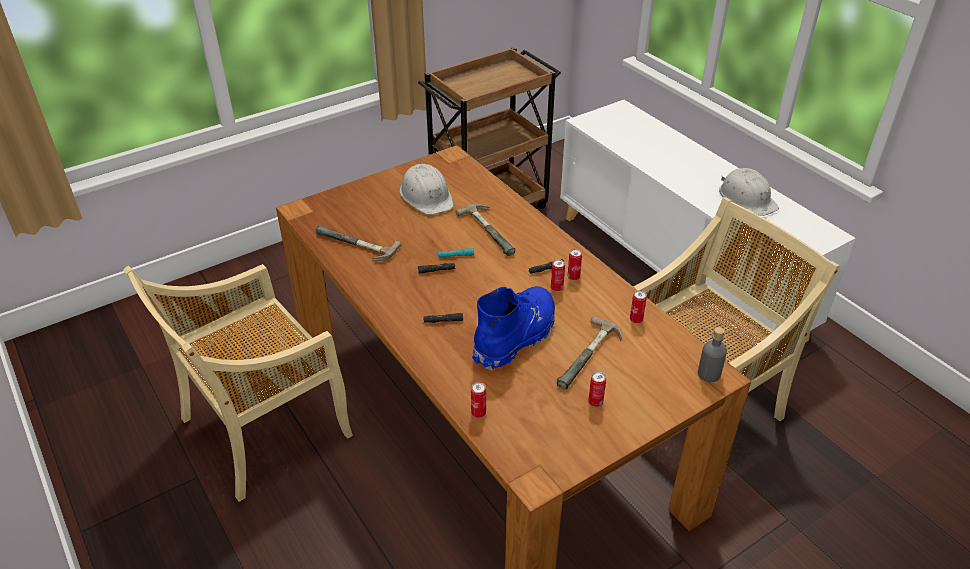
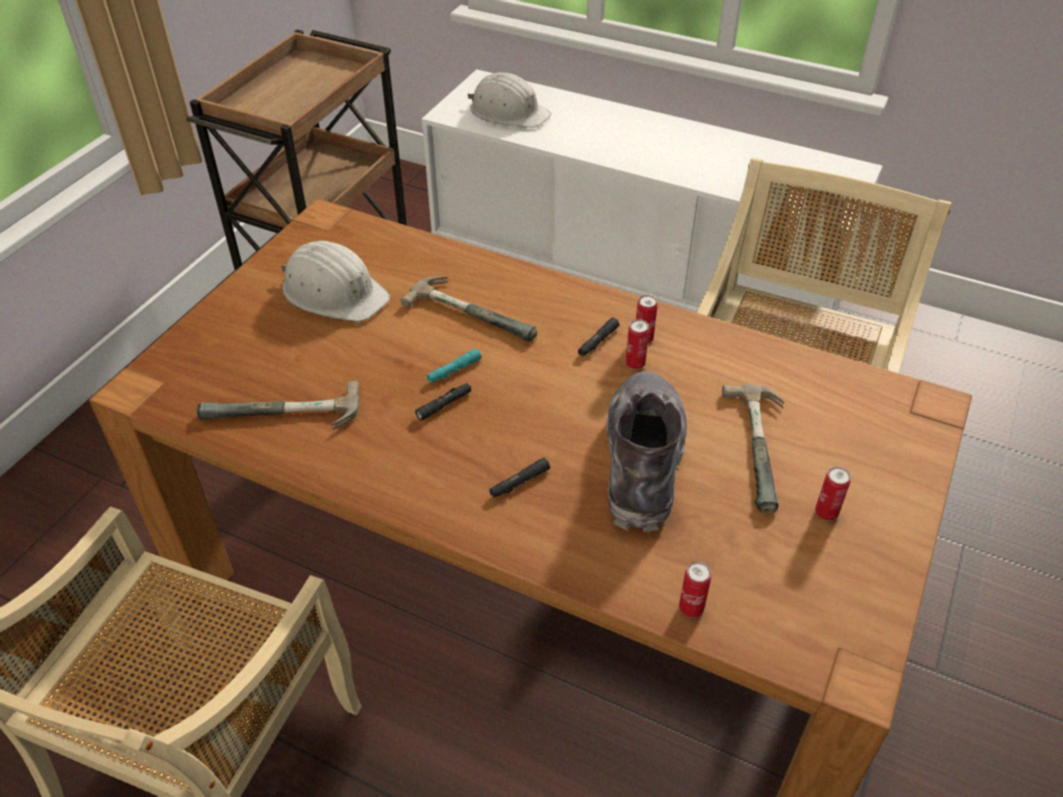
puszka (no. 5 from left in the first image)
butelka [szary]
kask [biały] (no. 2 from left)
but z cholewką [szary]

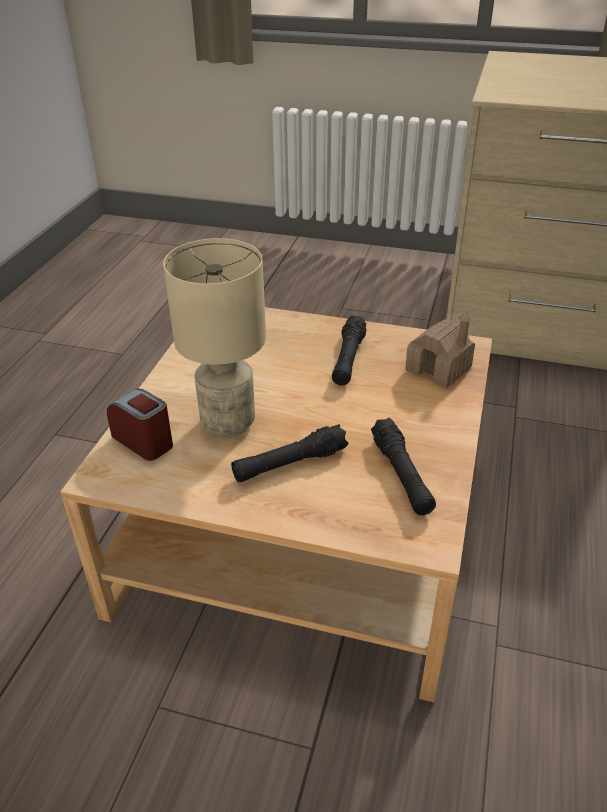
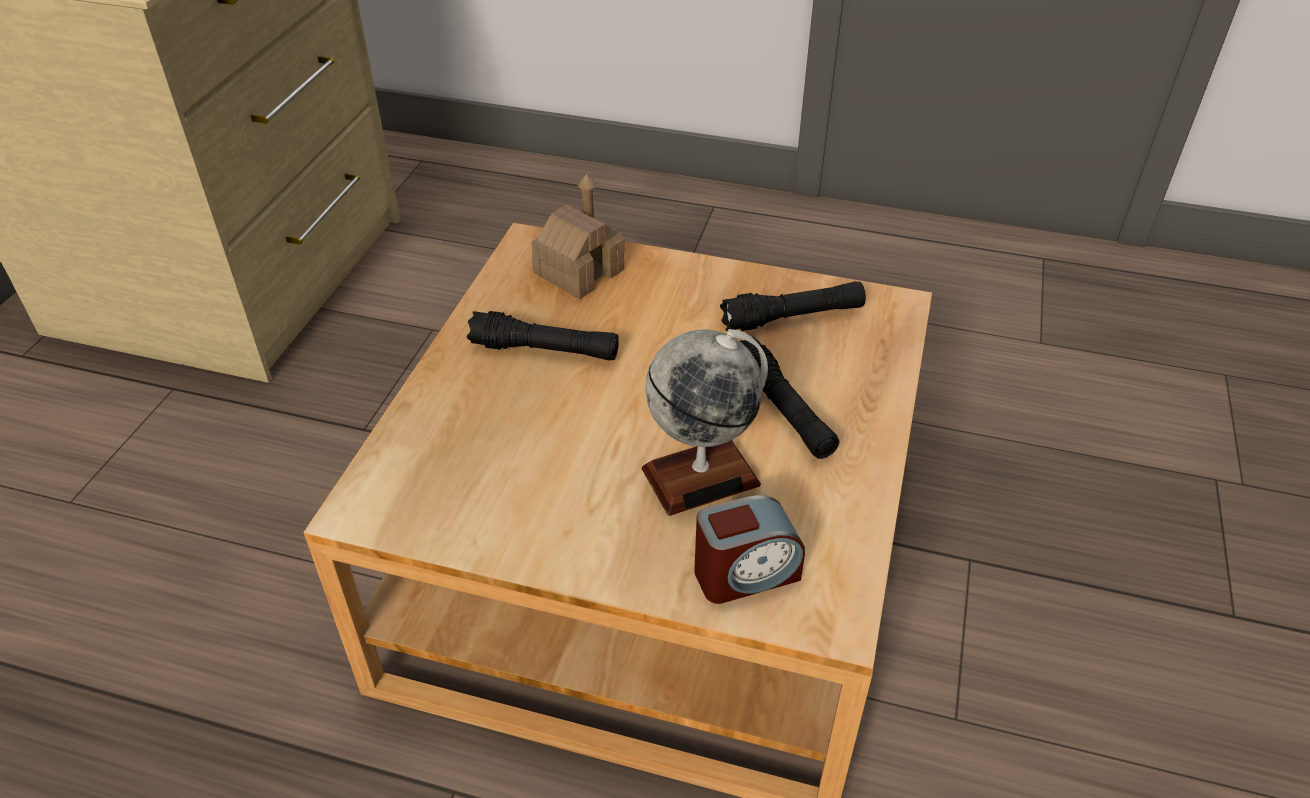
globus
budzik

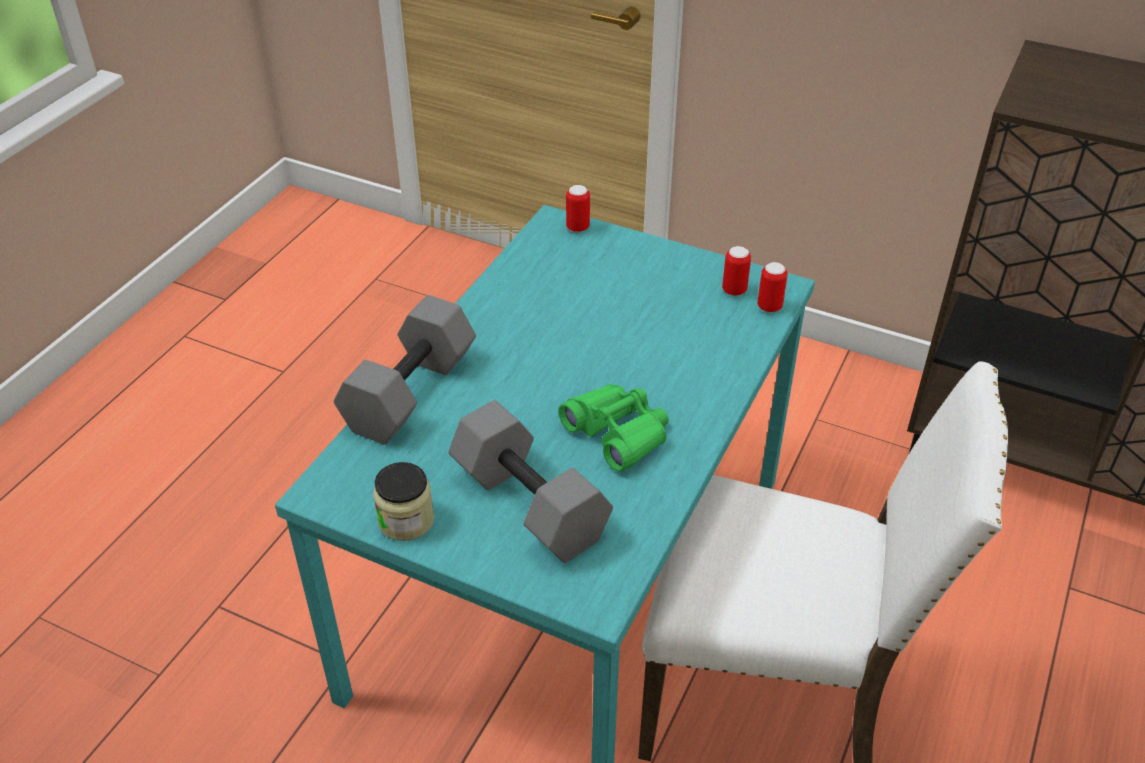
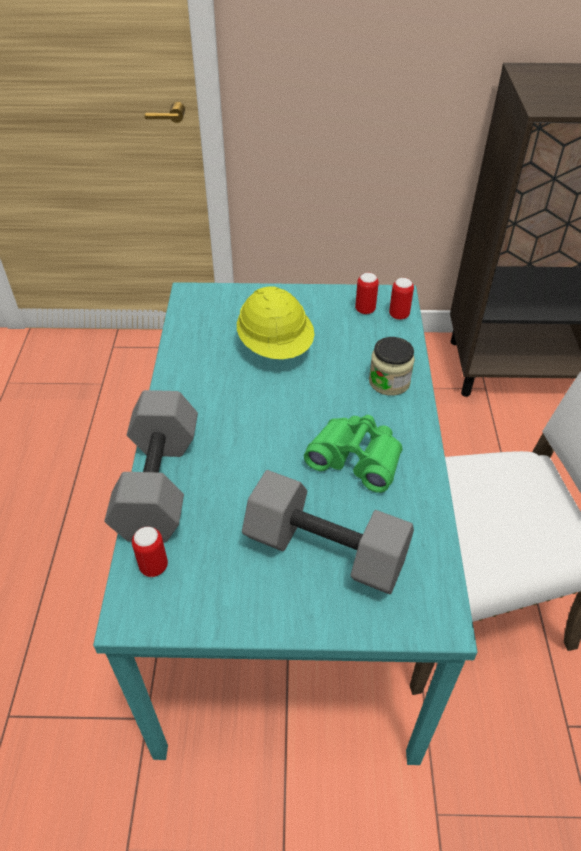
kask [żółty]
słoik
puszka (no. 1 from left)

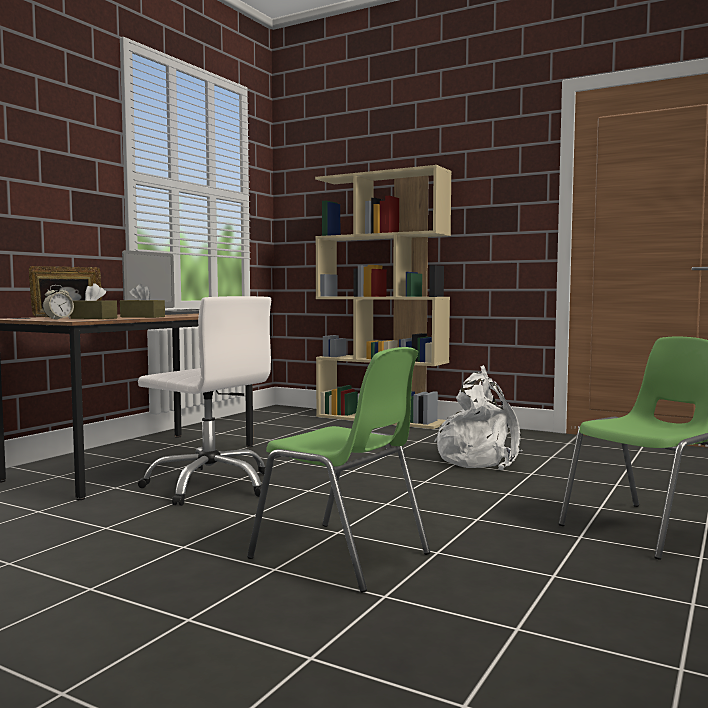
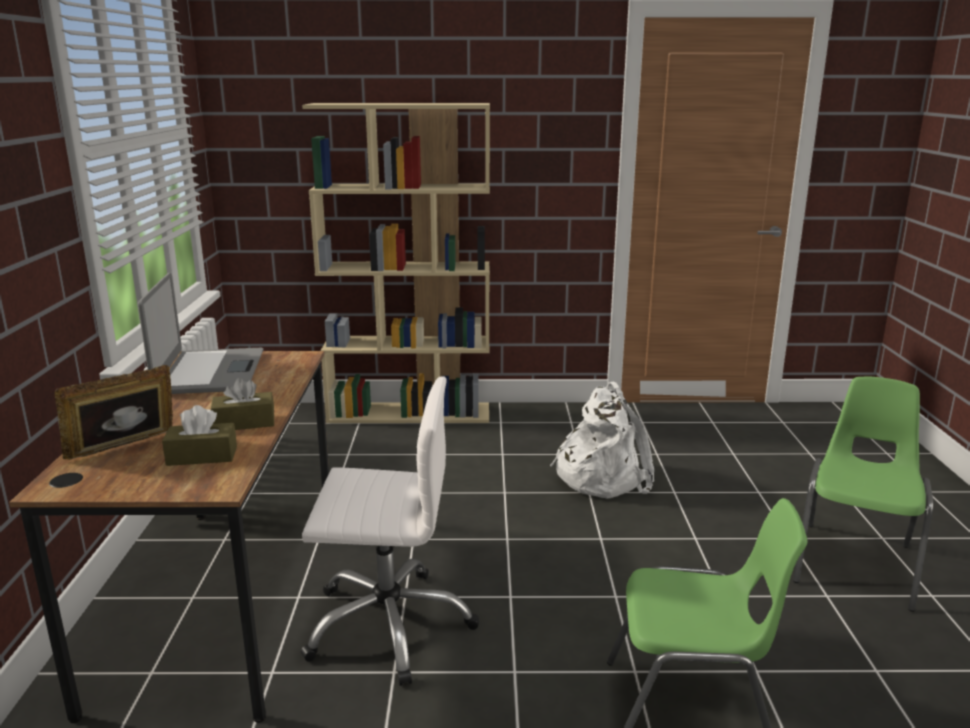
budzik

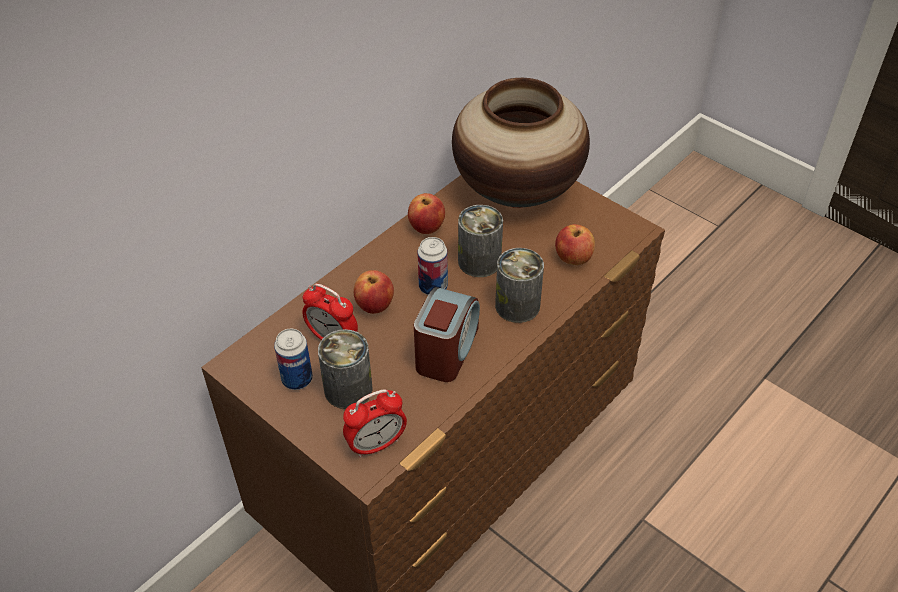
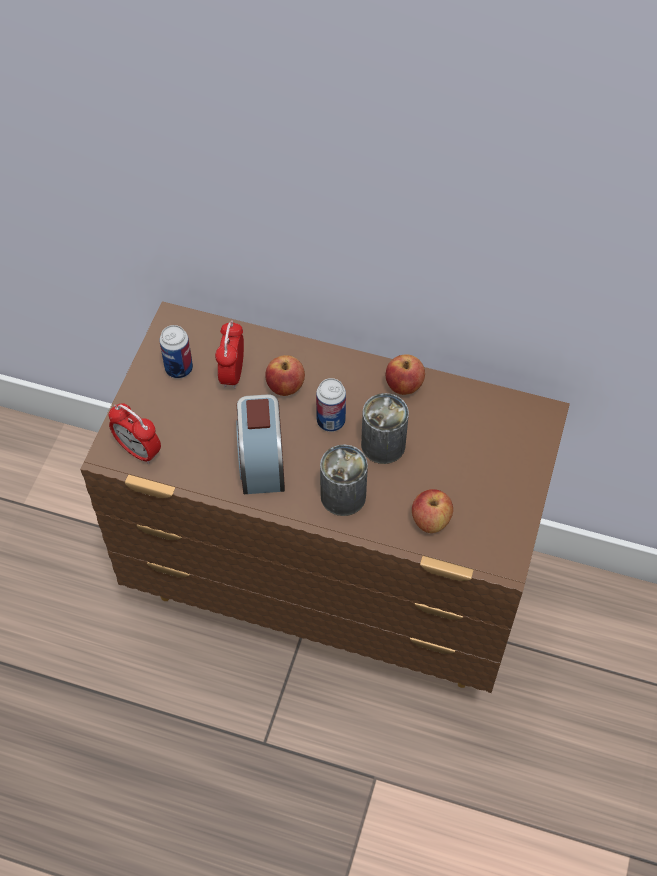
puszka (no. 2 from left in the first image)
wazon
budzik (no. 3 from left)

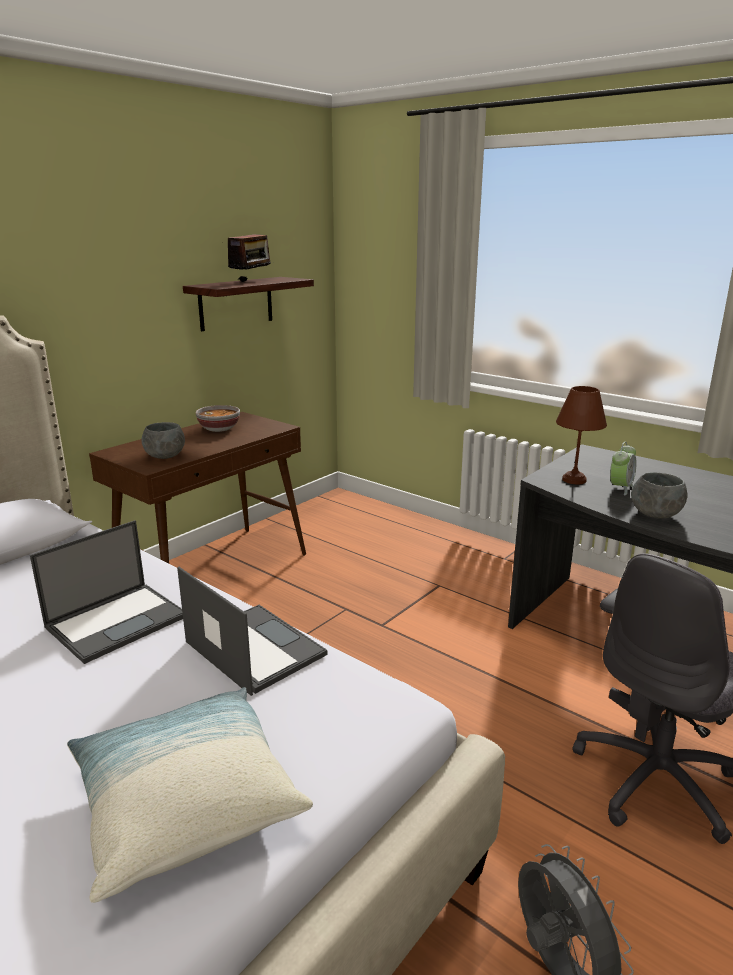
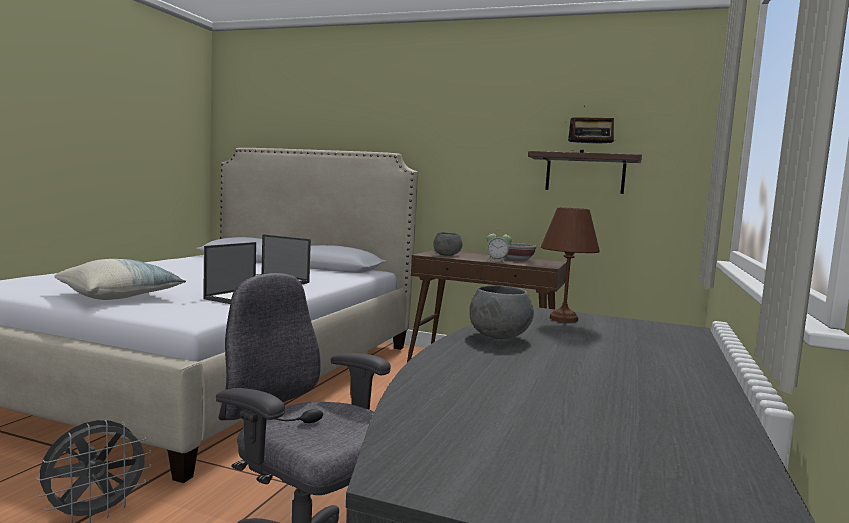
budzik

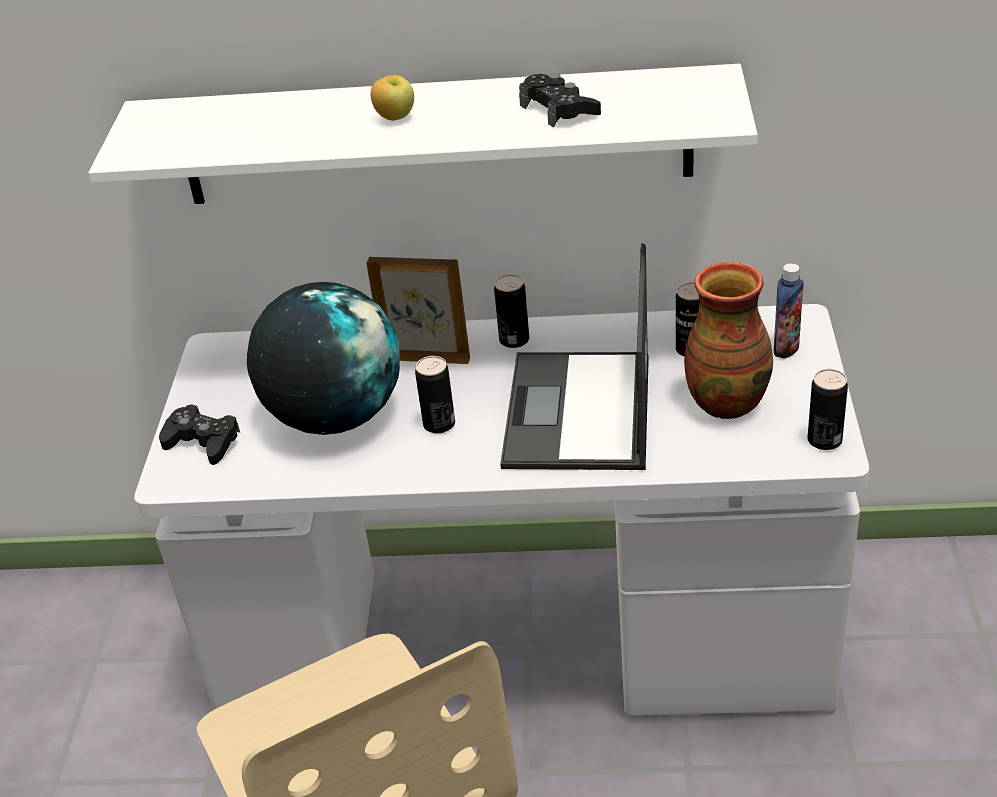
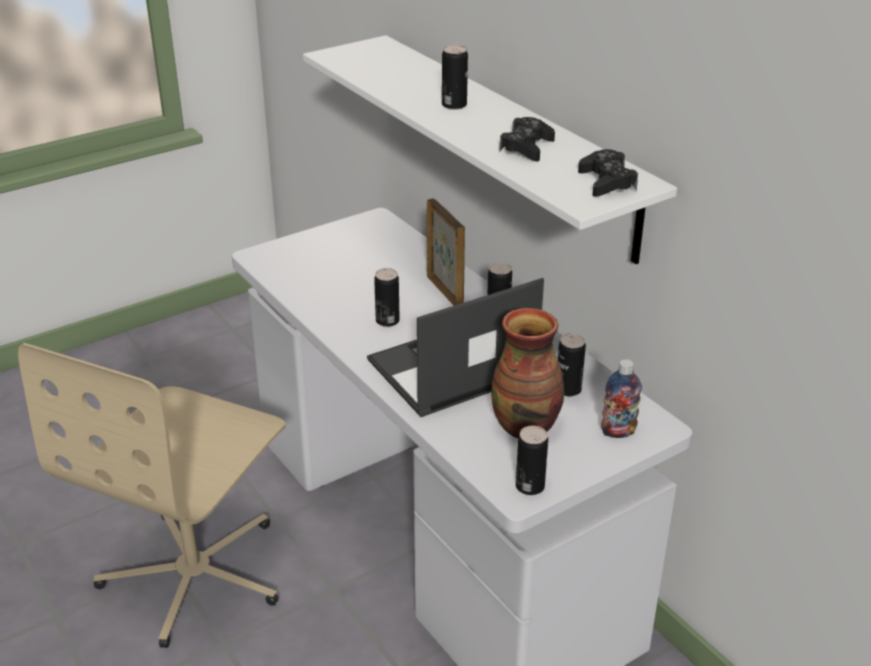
globus
pad do gier [czarny] (no. 2 from left)
puszka (no. 2 from left)

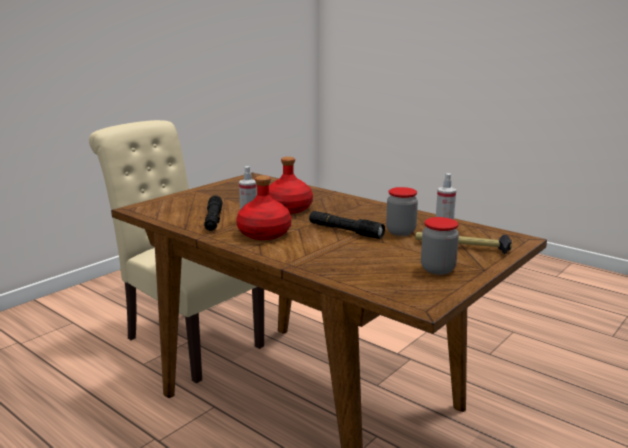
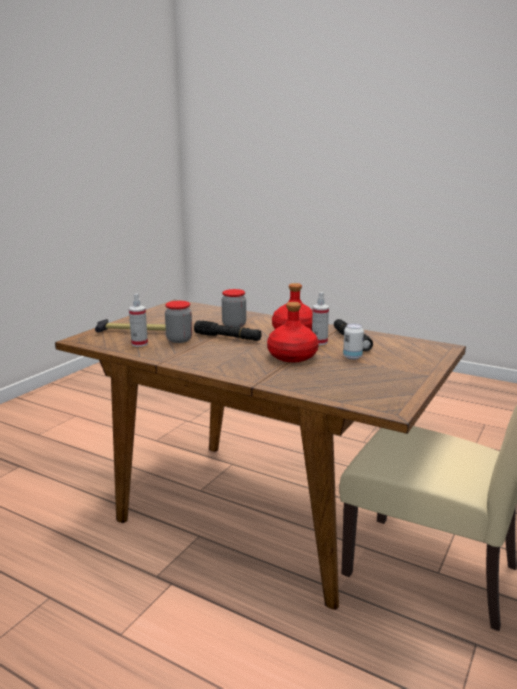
puszka
słoik (no. 2 from left)

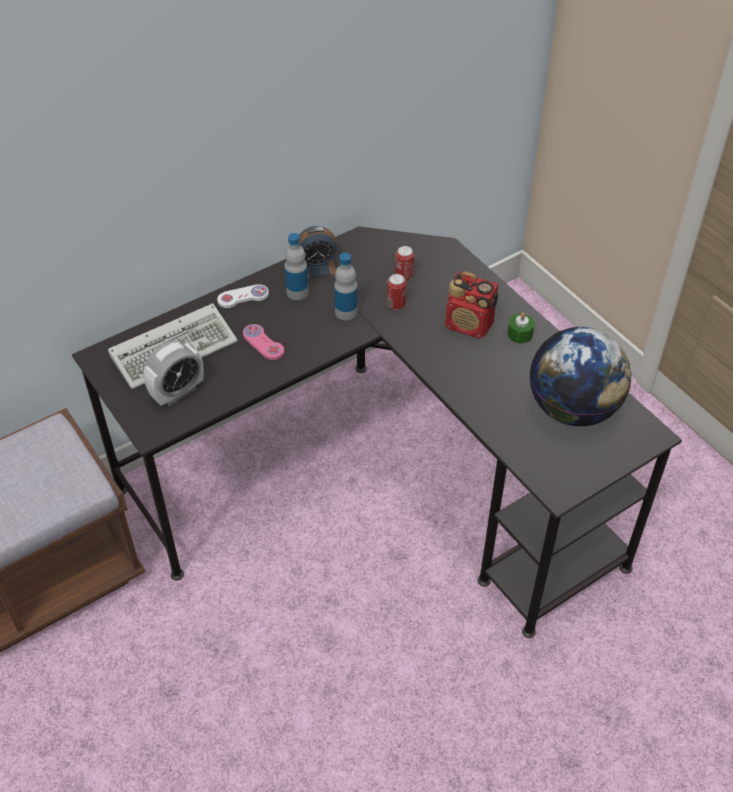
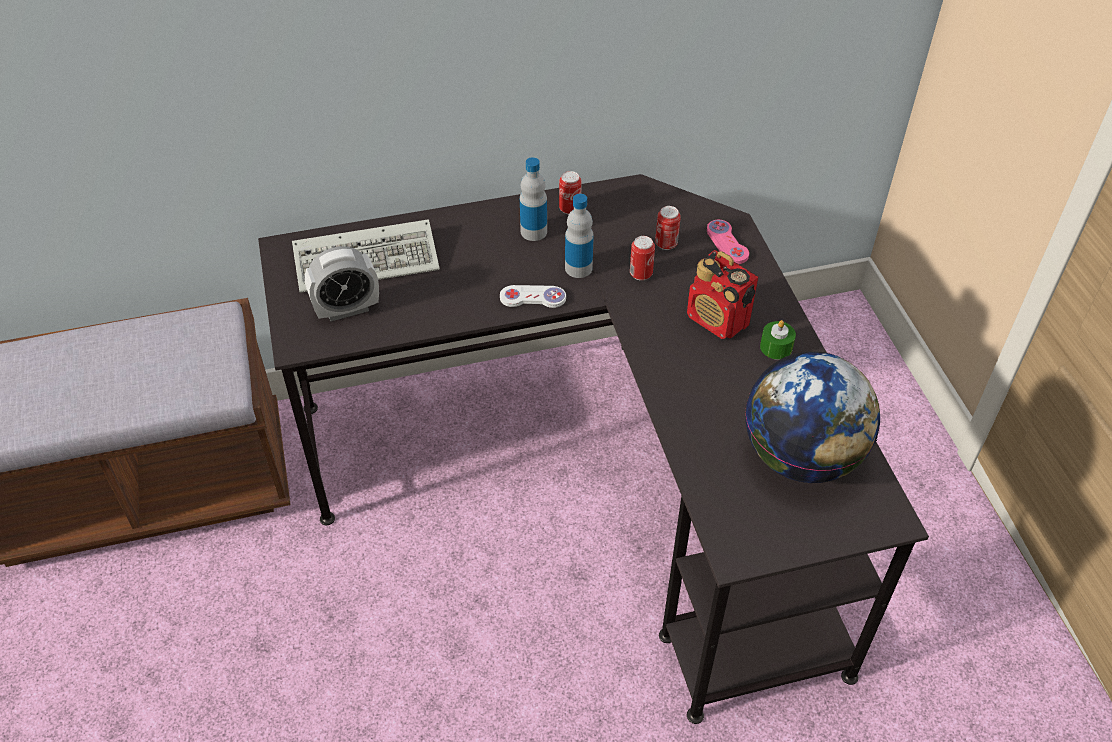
pad do gier [biały]
pad do gier [różowy]
puszka (no. 1 from left)

